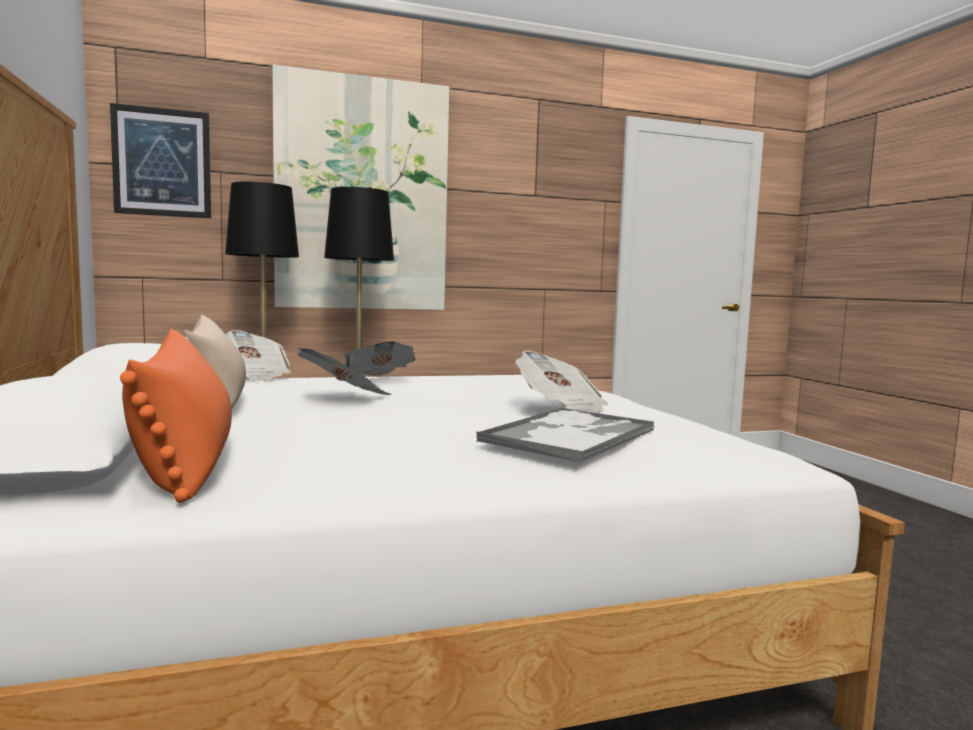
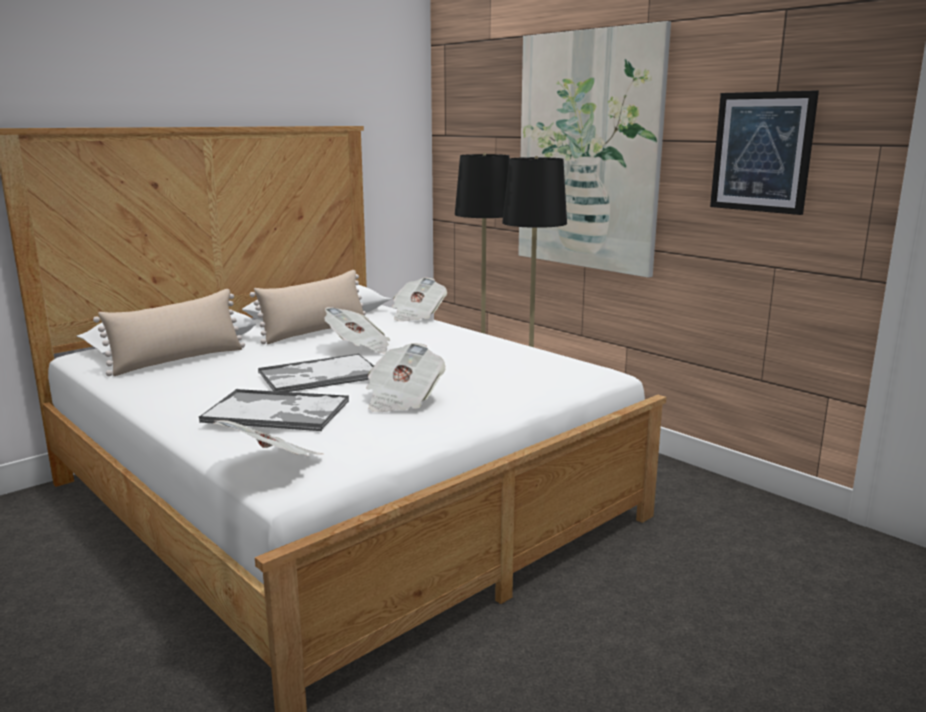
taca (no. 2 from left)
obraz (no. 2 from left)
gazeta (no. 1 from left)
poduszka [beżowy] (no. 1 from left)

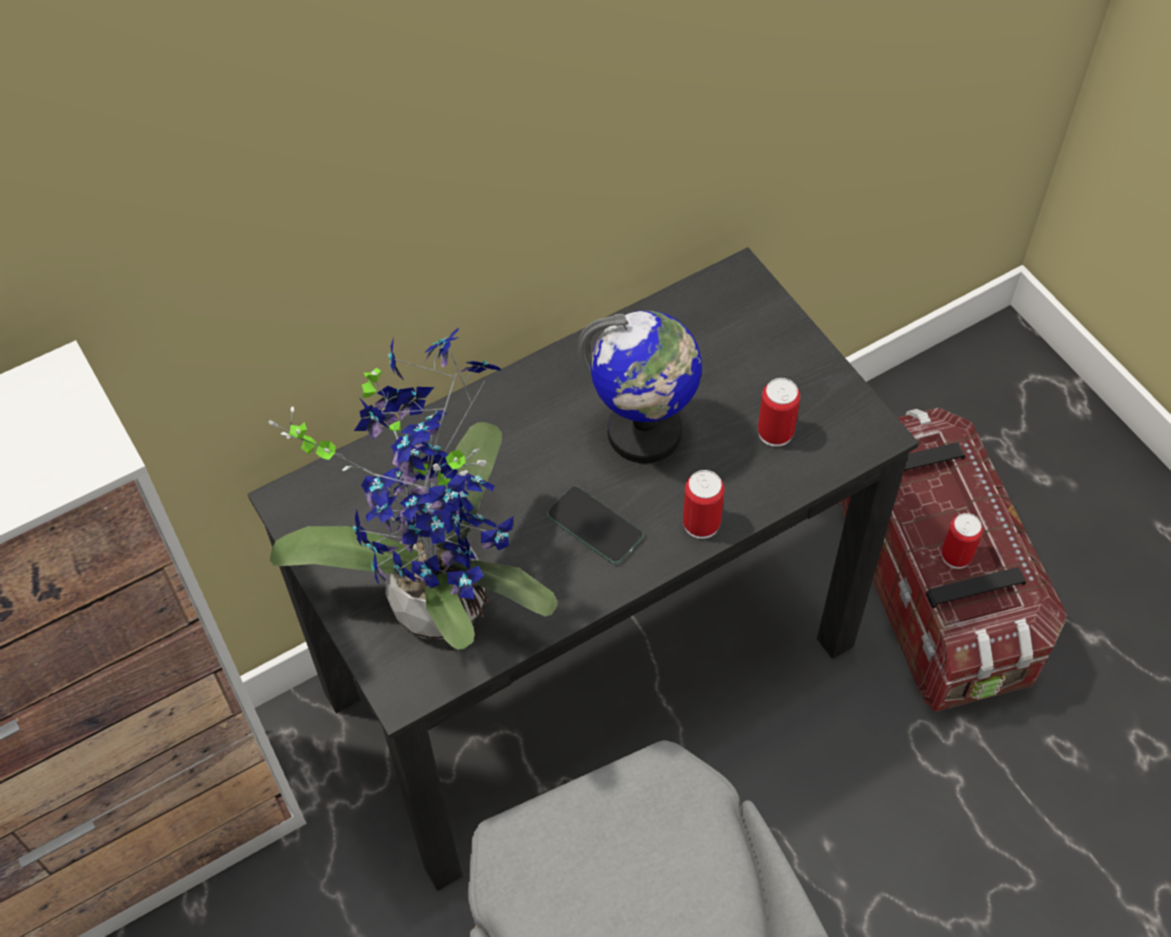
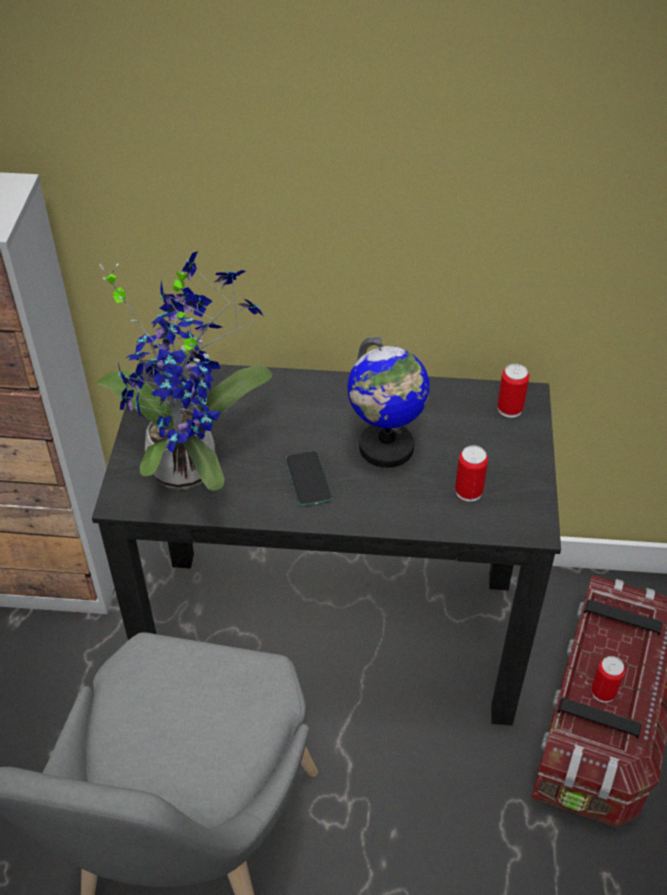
puszka (no. 2 from left)

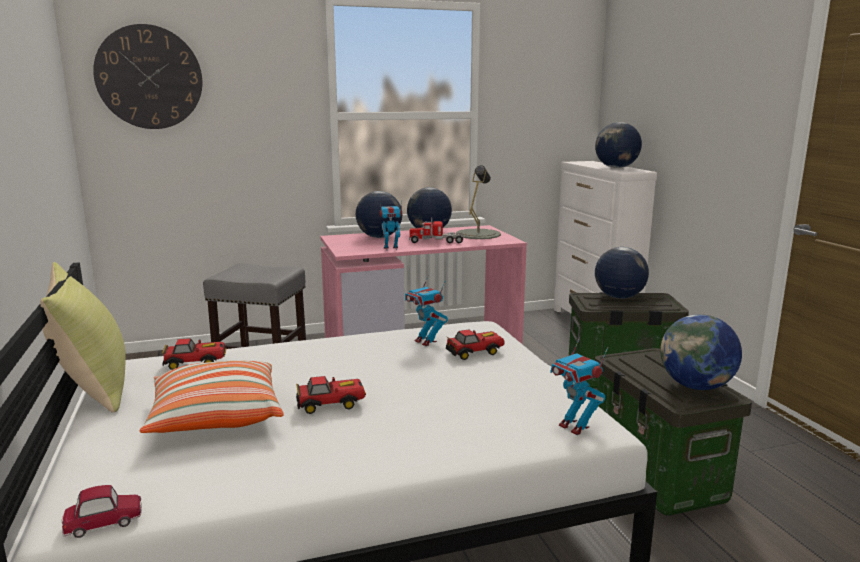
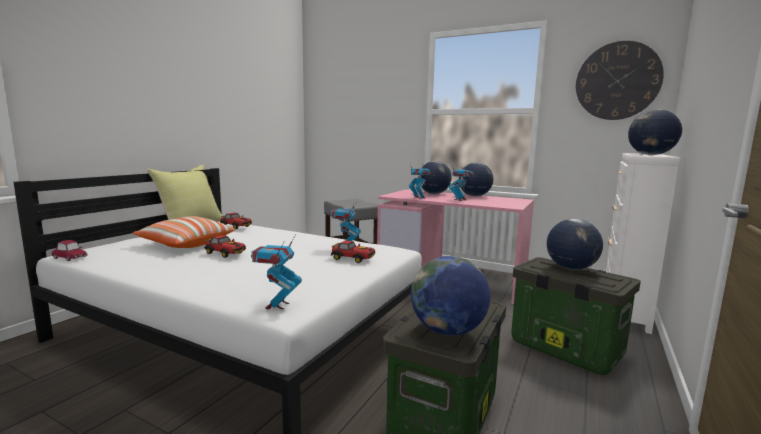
lampa stołowa [szary]
zegar ścienny
robot zabawkowy (no. 4 from left)

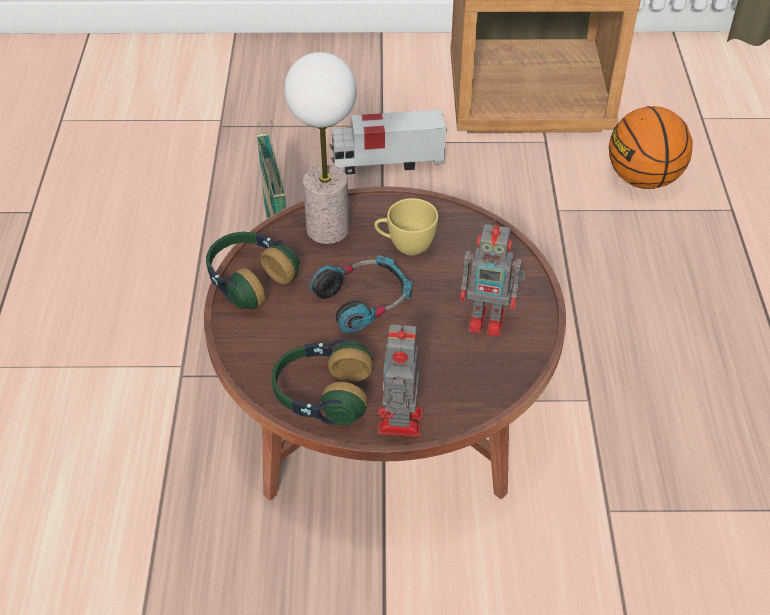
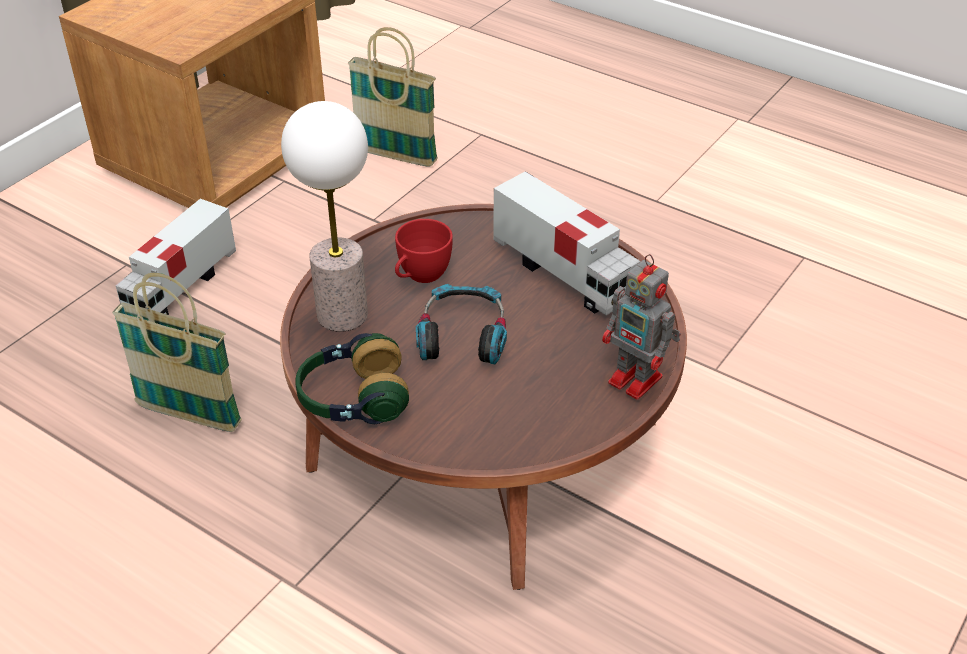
słuchawki (no. 2 from left in the first image)
ciężarówka zabawkowa (no. 2 from left)
koszyk (no. 2 from left)
filiżanka [czerwony]

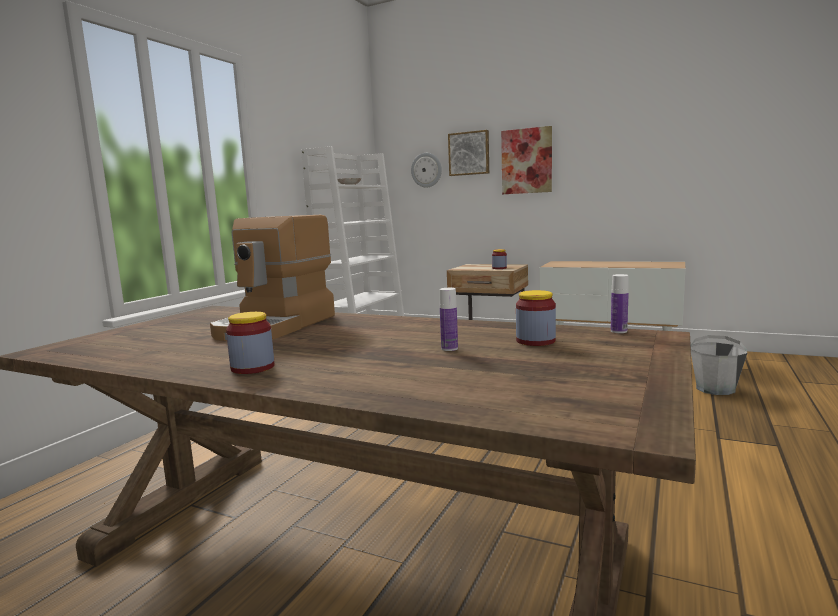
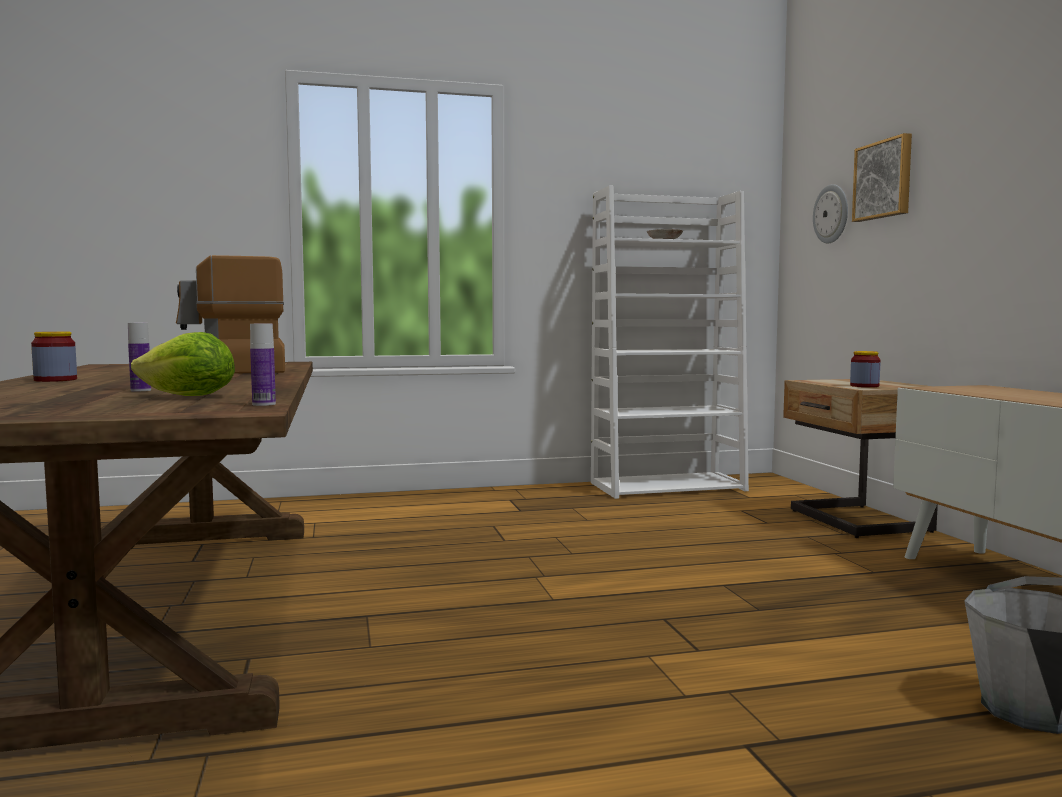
obraz (no. 2 from left in the first image)
sałata

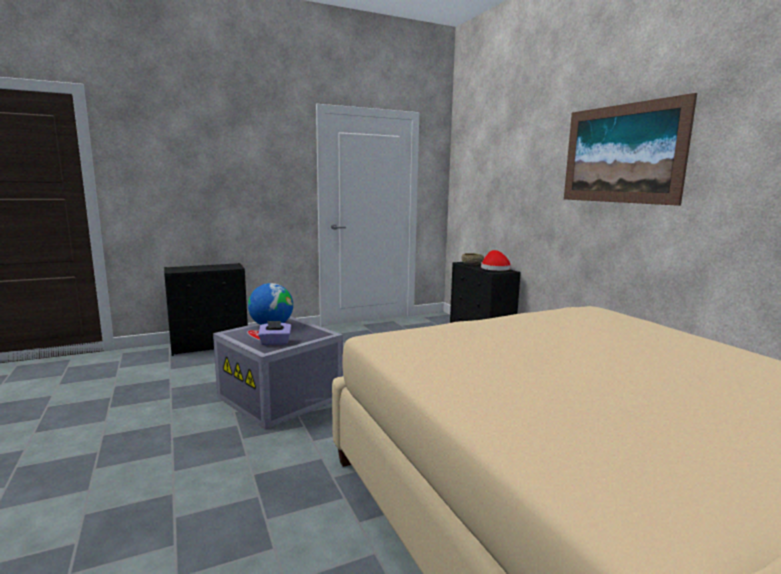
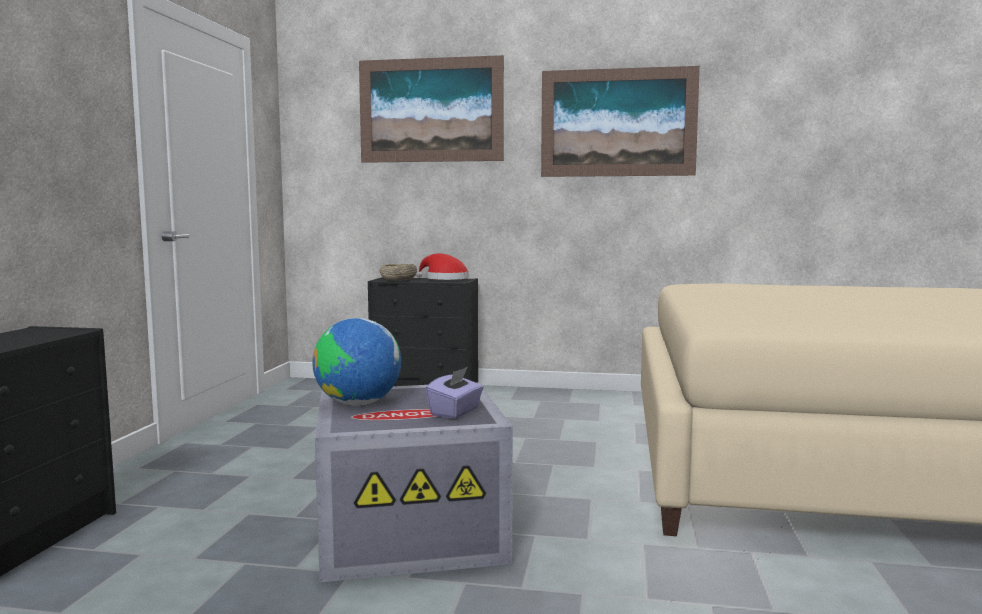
obraz (no. 1 from left)

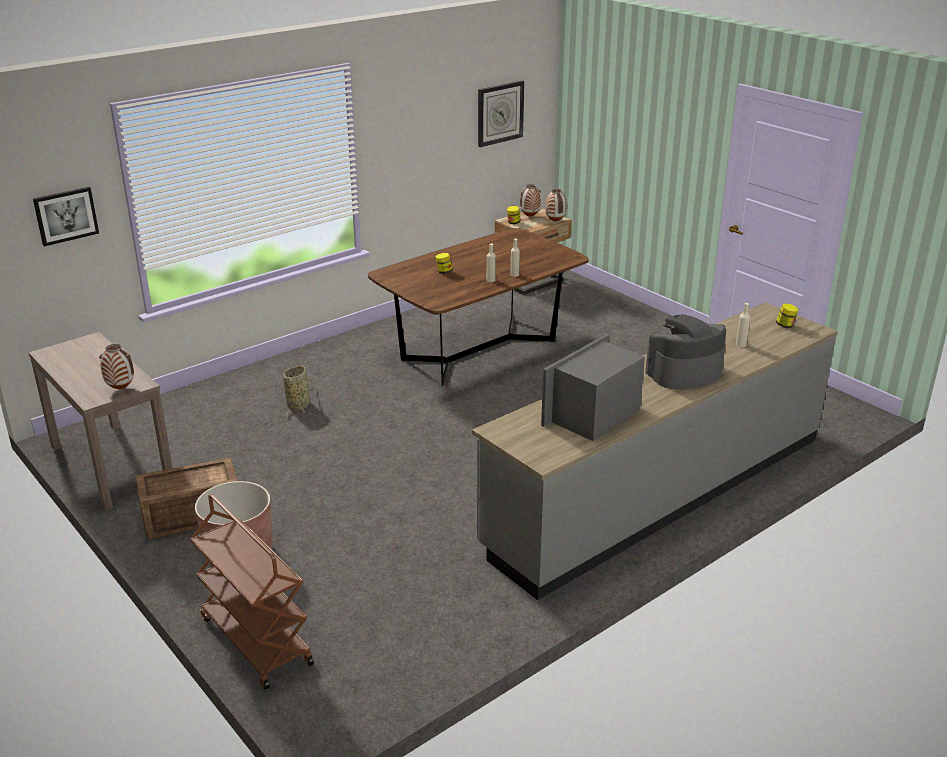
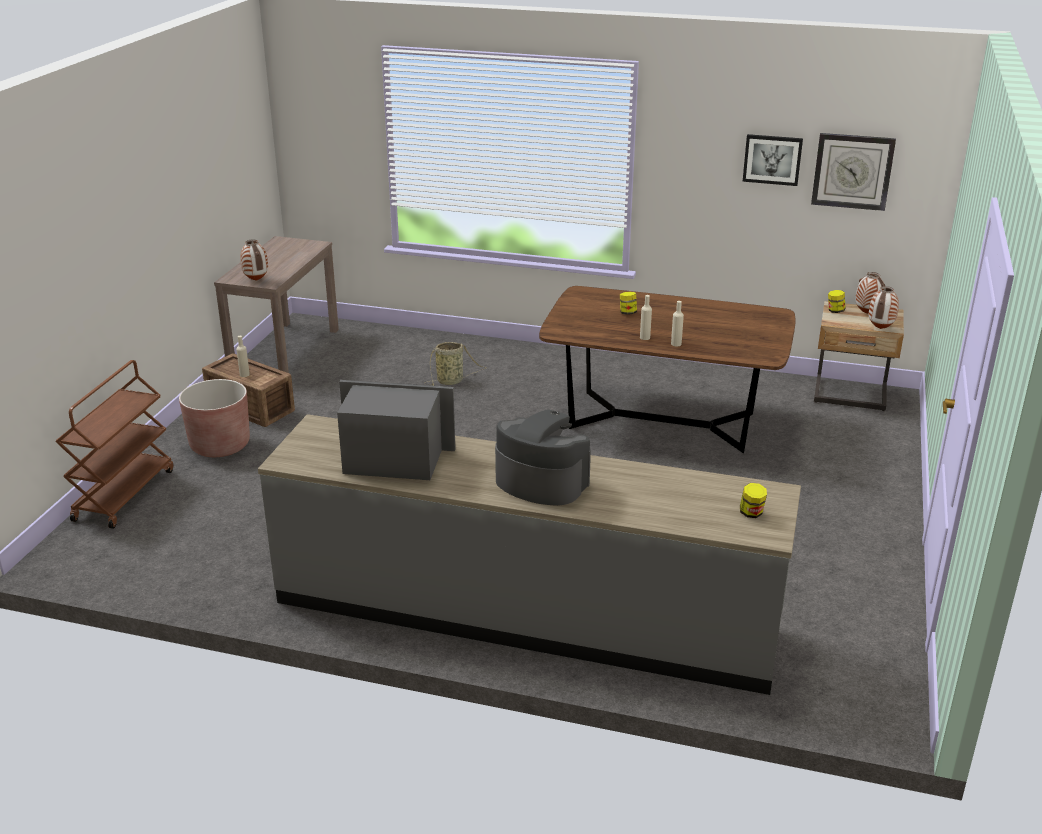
obraz
butelka [beżowy] (no. 1 from left)

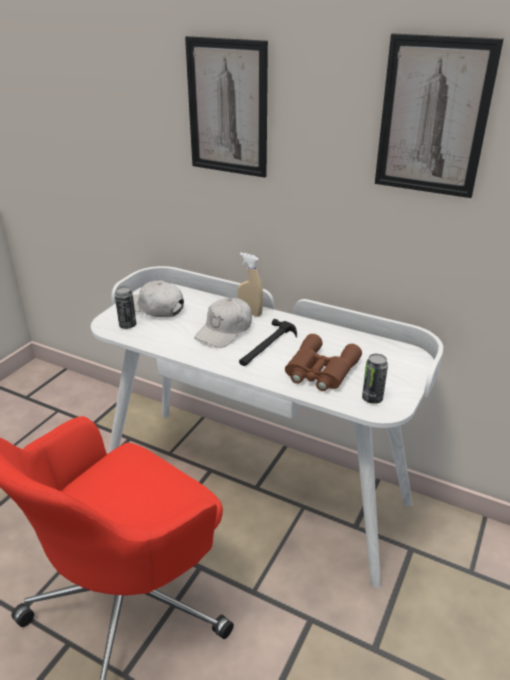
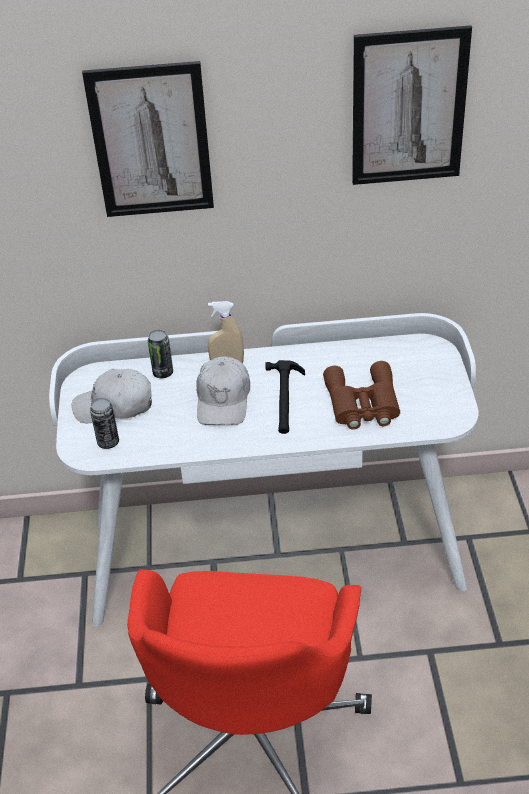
puszka (no. 2 from left)

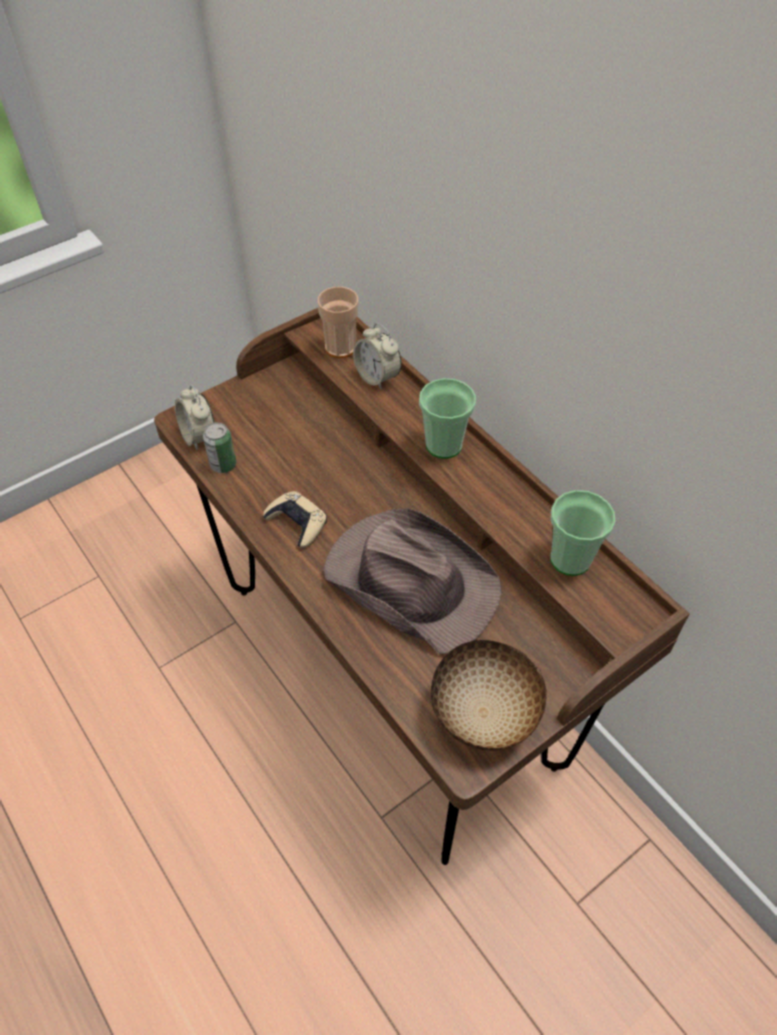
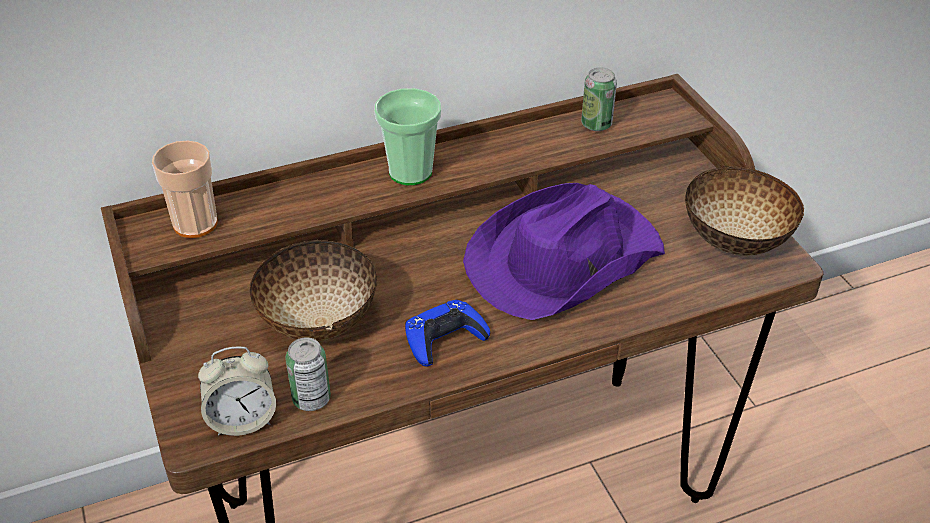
budzik (no. 2 from left in the first image)
miska (no. 1 from left)
puszka (no. 2 from left)
pad do gier [niebieski]
kapelusz [fioletowy]

